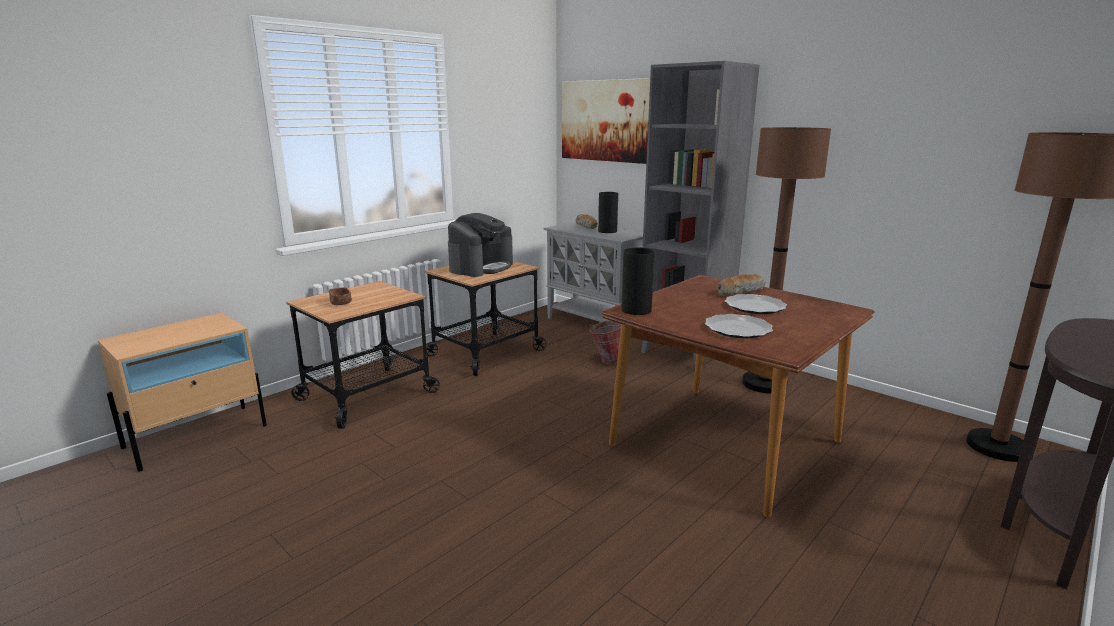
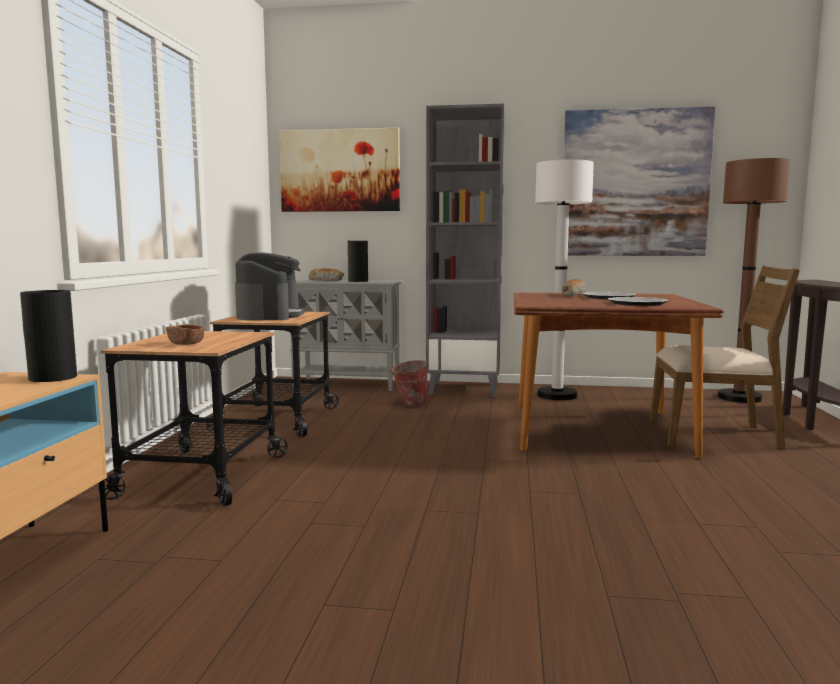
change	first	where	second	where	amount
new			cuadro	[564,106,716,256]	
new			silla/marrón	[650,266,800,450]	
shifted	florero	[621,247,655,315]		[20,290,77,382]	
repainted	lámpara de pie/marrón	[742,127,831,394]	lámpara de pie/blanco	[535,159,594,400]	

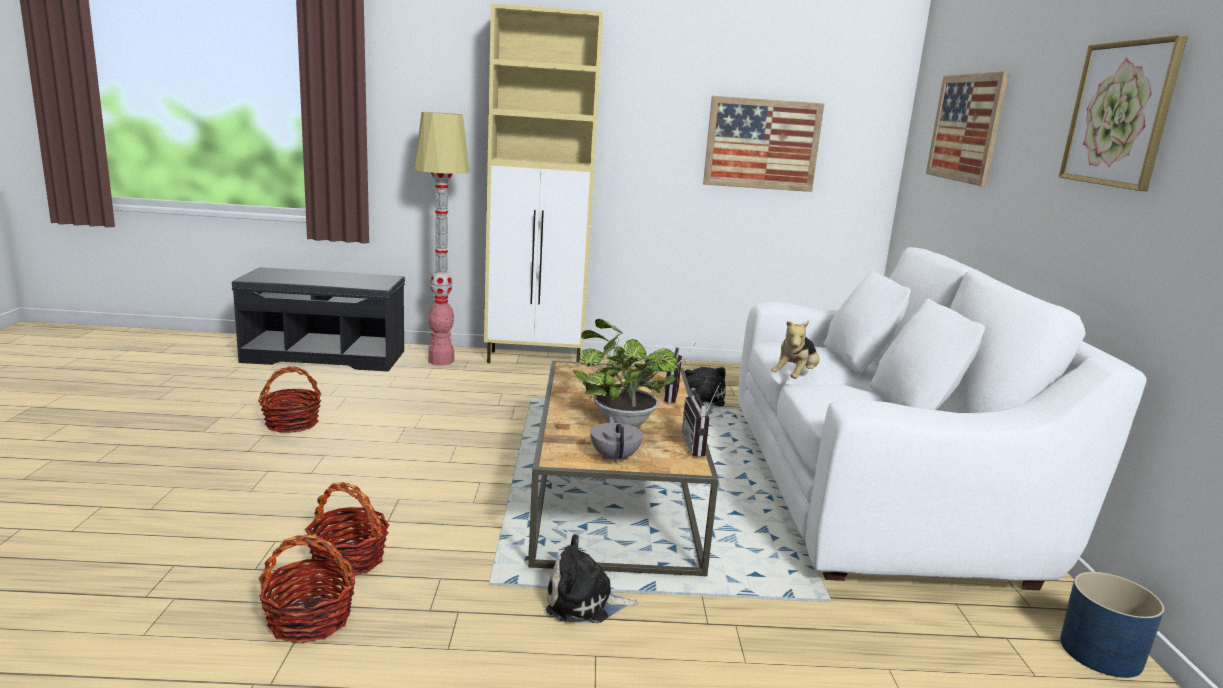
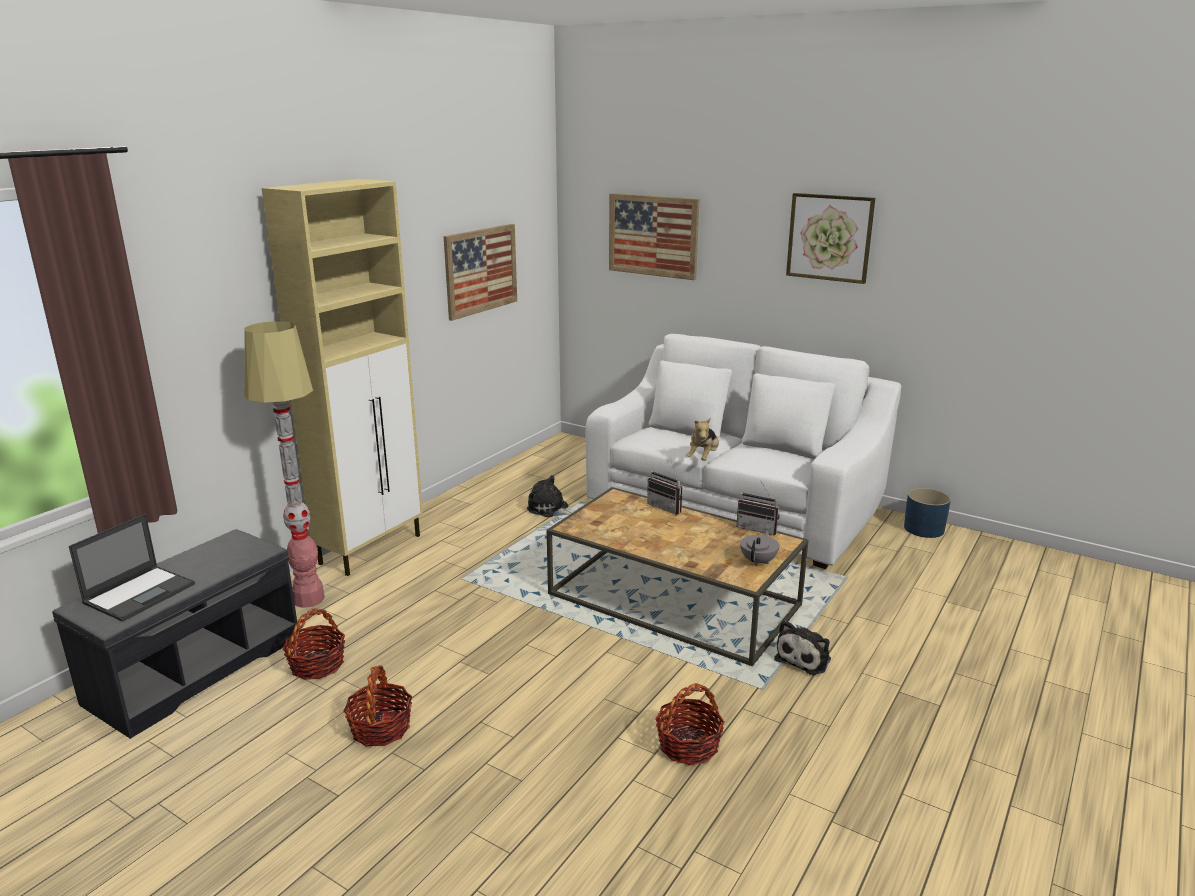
change	first	where	second	where	amount
gone	planta en maceta	[573,319,677,427]			
new			portátil	[69,514,195,622]	
shifted	cesta	[258,535,355,644]		[282,608,345,680]	
rotated	tetera/gris	[590,417,643,464]		[740,531,779,566]	90 degrees clockwise
rotated	peluche	[771,320,819,379]		[686,418,719,461]	45 degrees clockwise

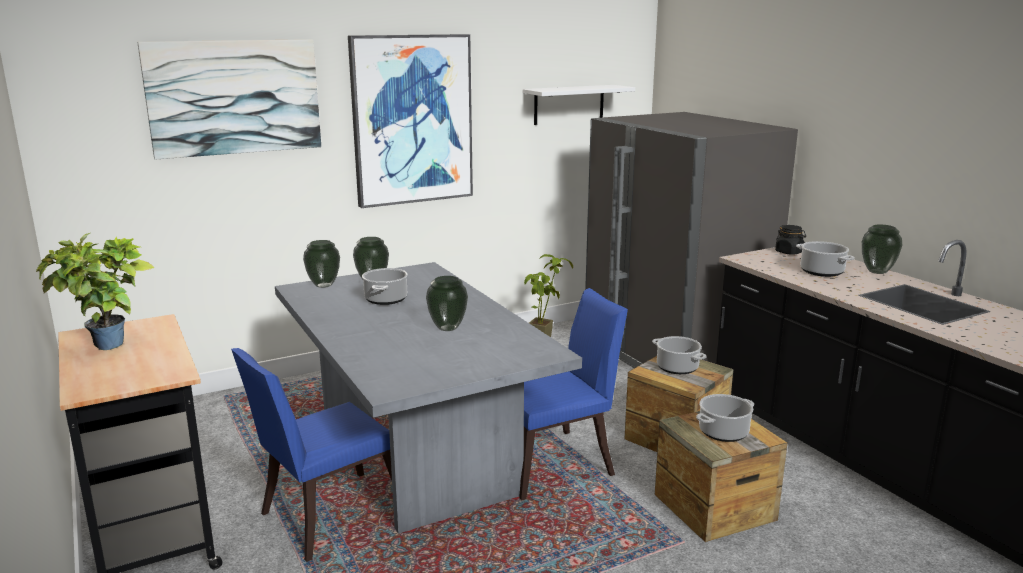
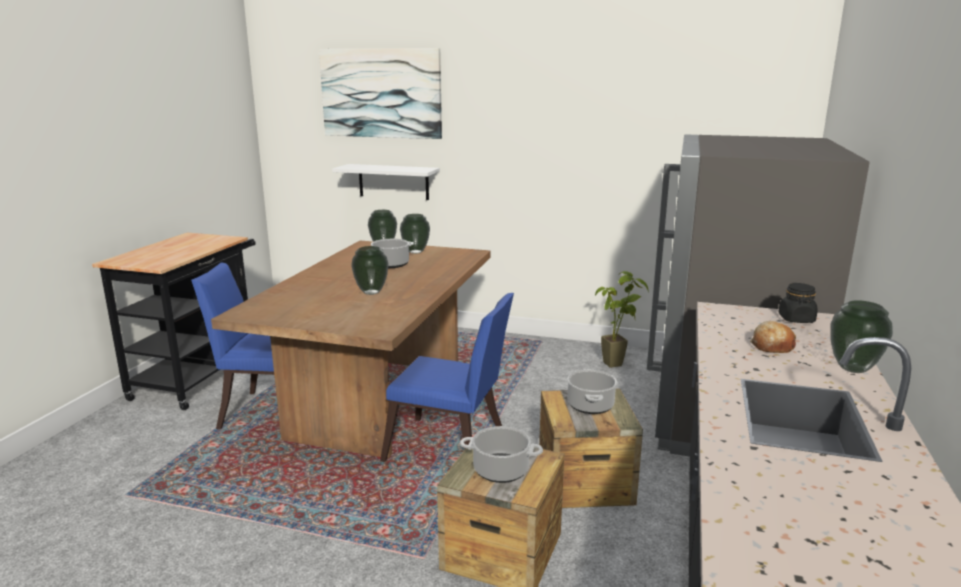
change	first	where	second	where	amount
gone	planta en maceta	[36,233,155,350]			
gone	cuadro	[348,34,473,208]			
shifted	estante/blanco	[523,85,635,125]		[332,164,440,200]	
swapped	olla	[796,241,855,277]	pan	[750,321,796,353]	
repainted	mesa de comedor/gris	[275,262,582,533]	mesa de comedor/marrón	[211,241,490,458]	

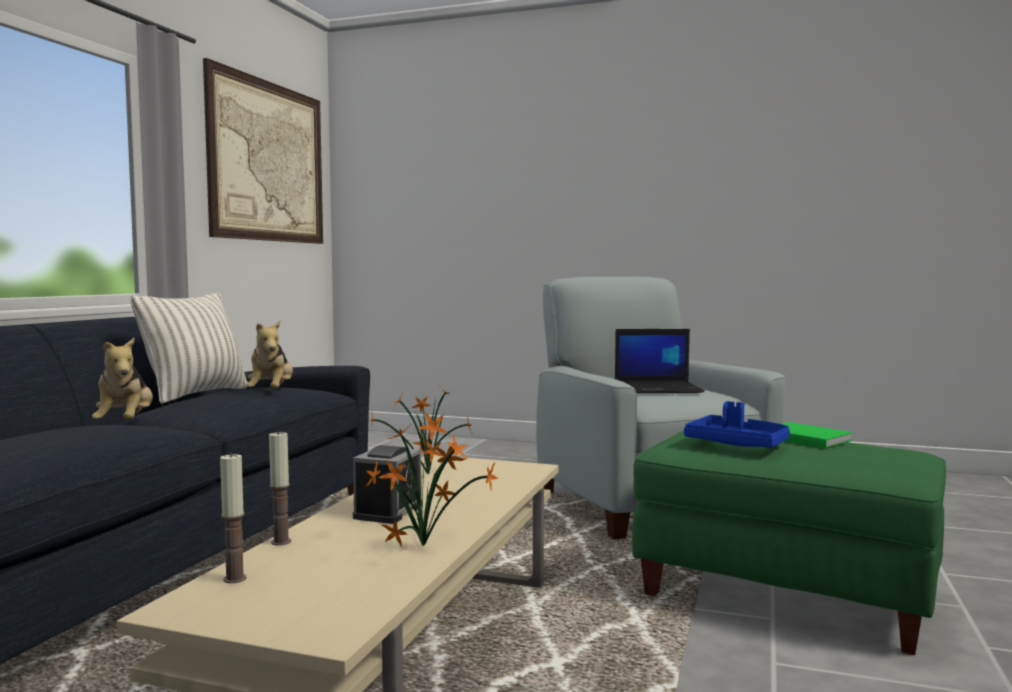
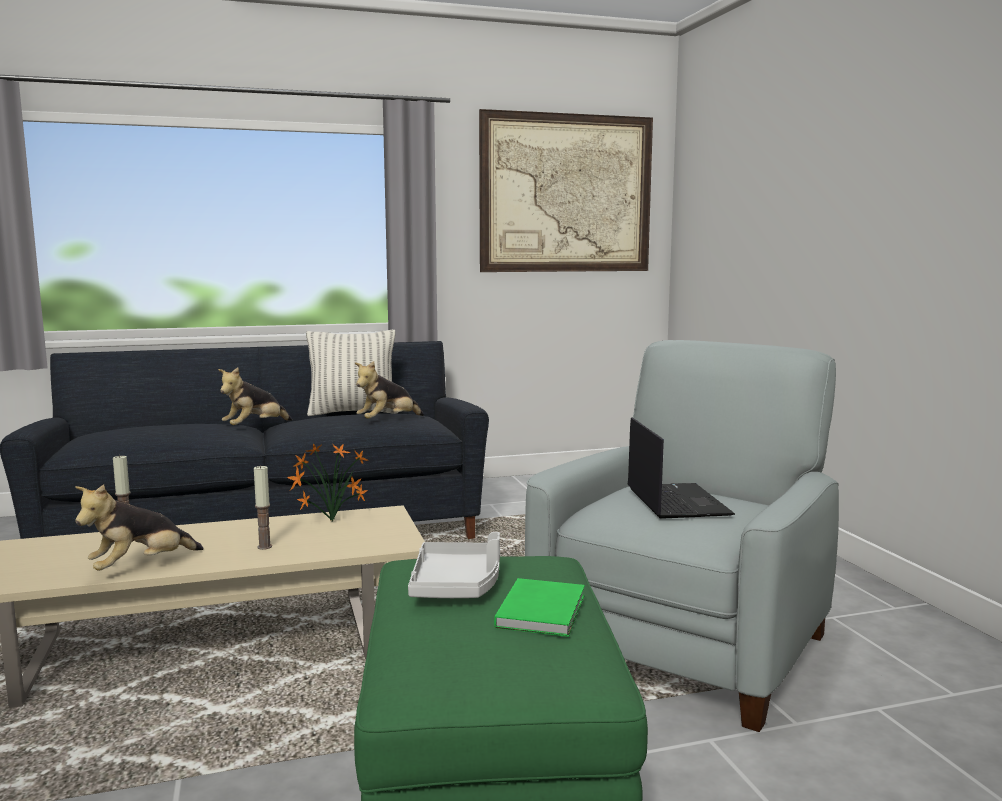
change	first	where	second	where	amount
gone	despertador	[353,445,422,524]			
shifted	vela	[220,453,246,584]		[254,465,272,550]	
swapped	planta en maceta	[365,425,498,548]	peluche	[75,485,204,571]	
repainted	bandeja/azul	[684,401,790,448]	bandeja/gris	[408,532,500,598]	
rotated	portátil	[615,329,704,393]		[628,417,735,519]	150 degrees counterclockwise

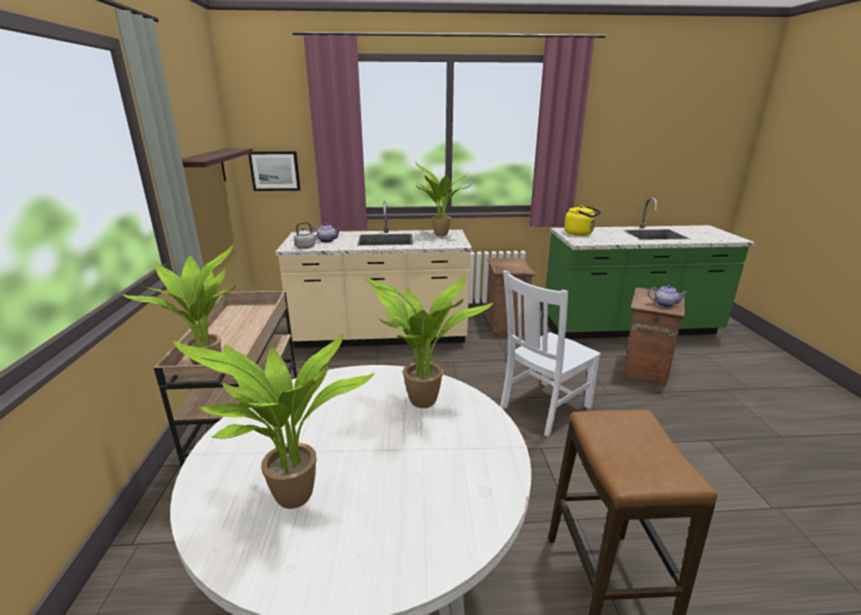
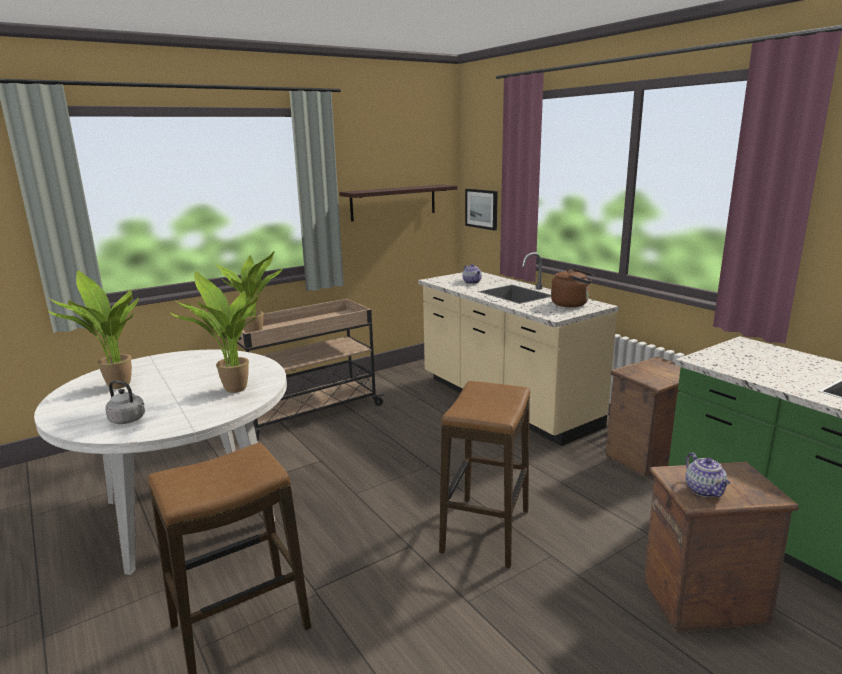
change	first	where	second	where	amount
gone	hervidor/amarillo	[564,206,601,236]			
shifted	hervidor/gris	[294,222,320,249]		[105,380,145,424]	
swapped	planta en maceta	[415,162,471,236]	hervidor/marrón	[551,269,593,307]	
swapped	silla/blanco	[500,270,601,437]	taburete	[439,381,530,568]	

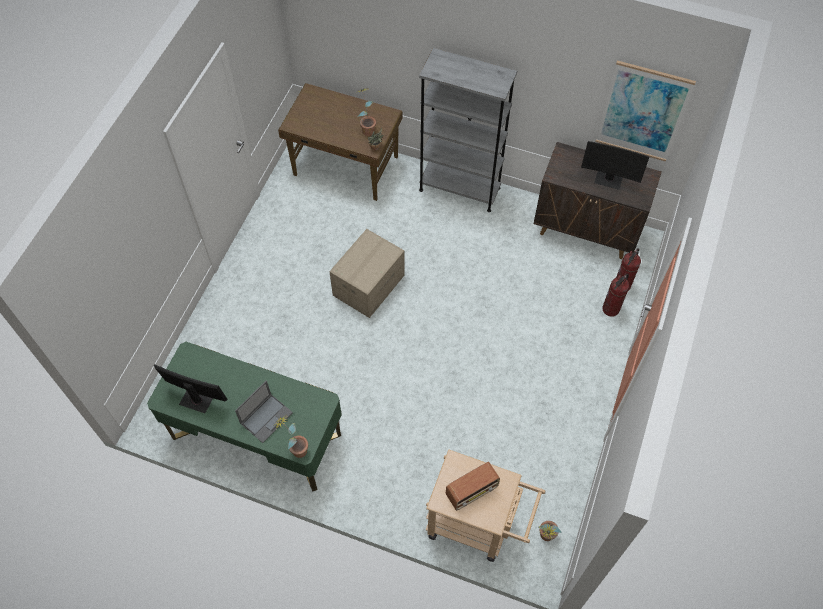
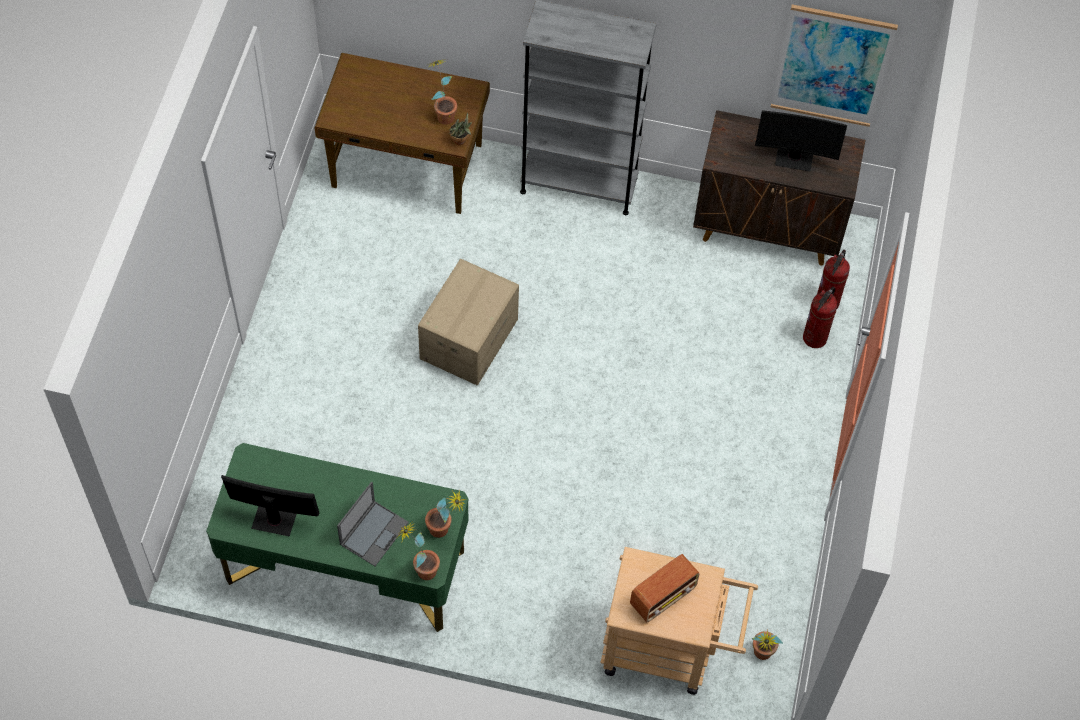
change	first	where	second	where	amount
new			planta en maceta	[425,489,466,538]	

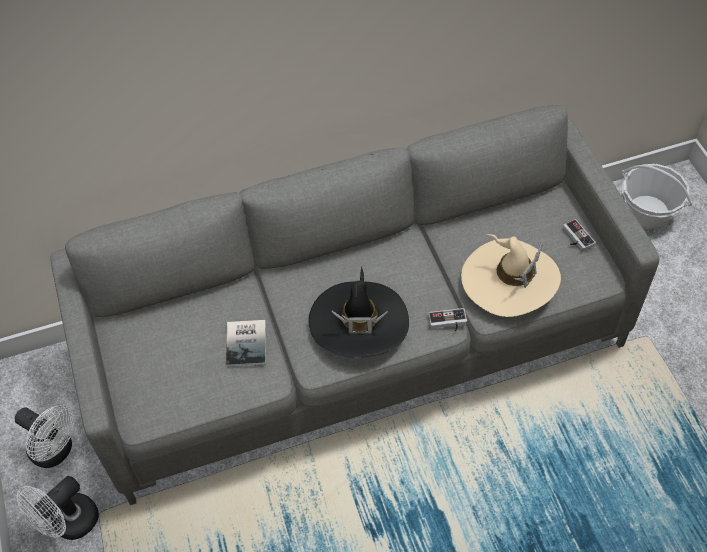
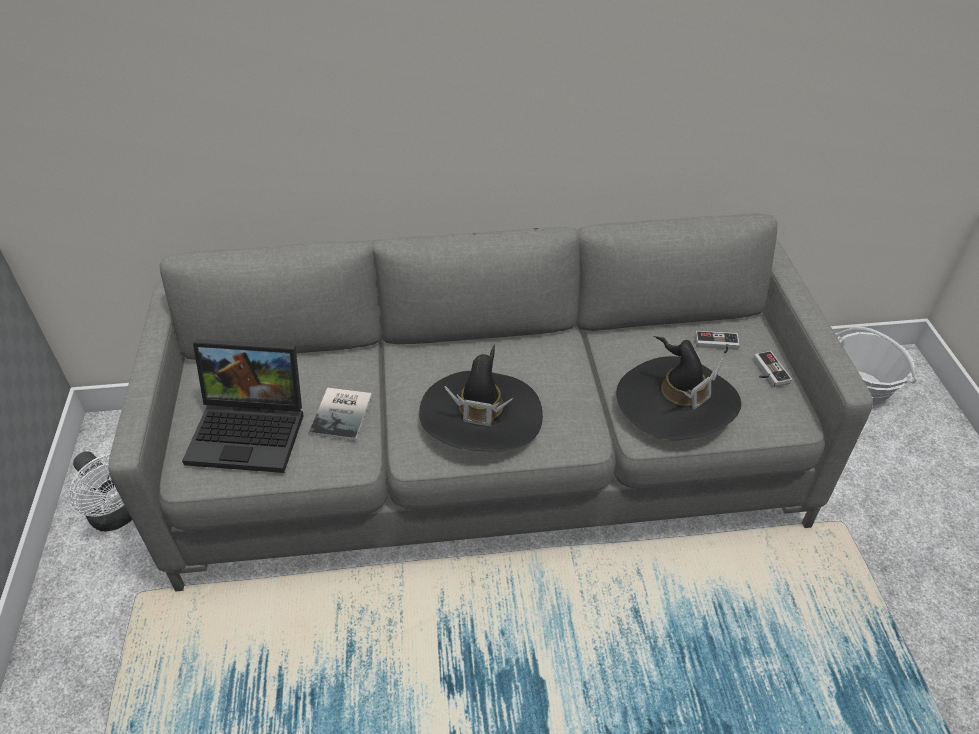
change	first	where	second	where	amount
gone	ventilador/blanco	[17,476,99,540]			
new			portátil	[182,339,304,473]	
shifted	mando de consola	[428,308,467,331]		[695,331,740,353]	
repainted	sombrero/beis	[461,234,561,317]	sombrero/negro	[616,336,741,441]	

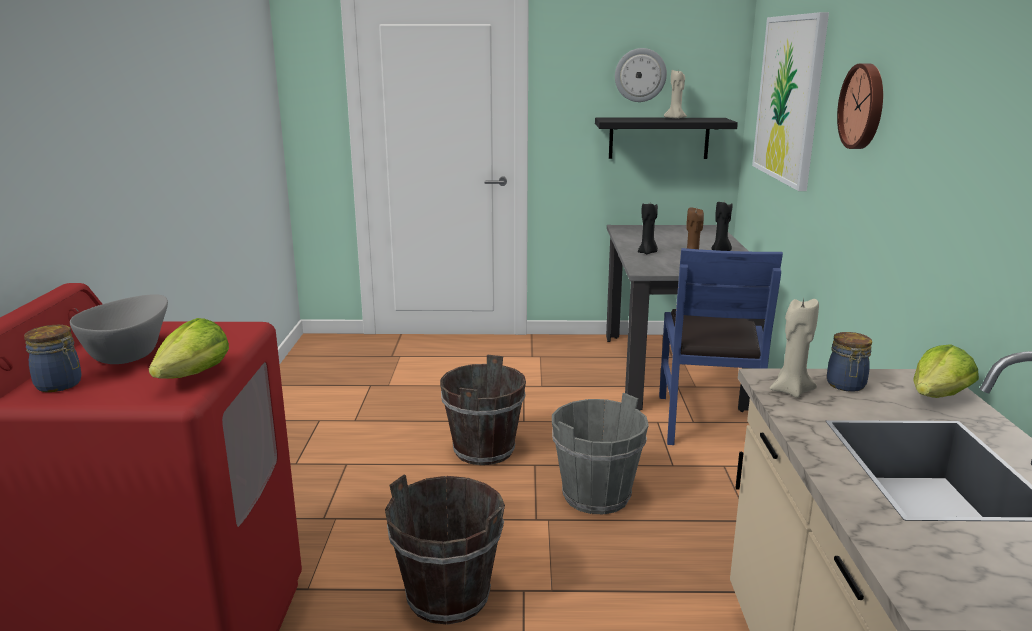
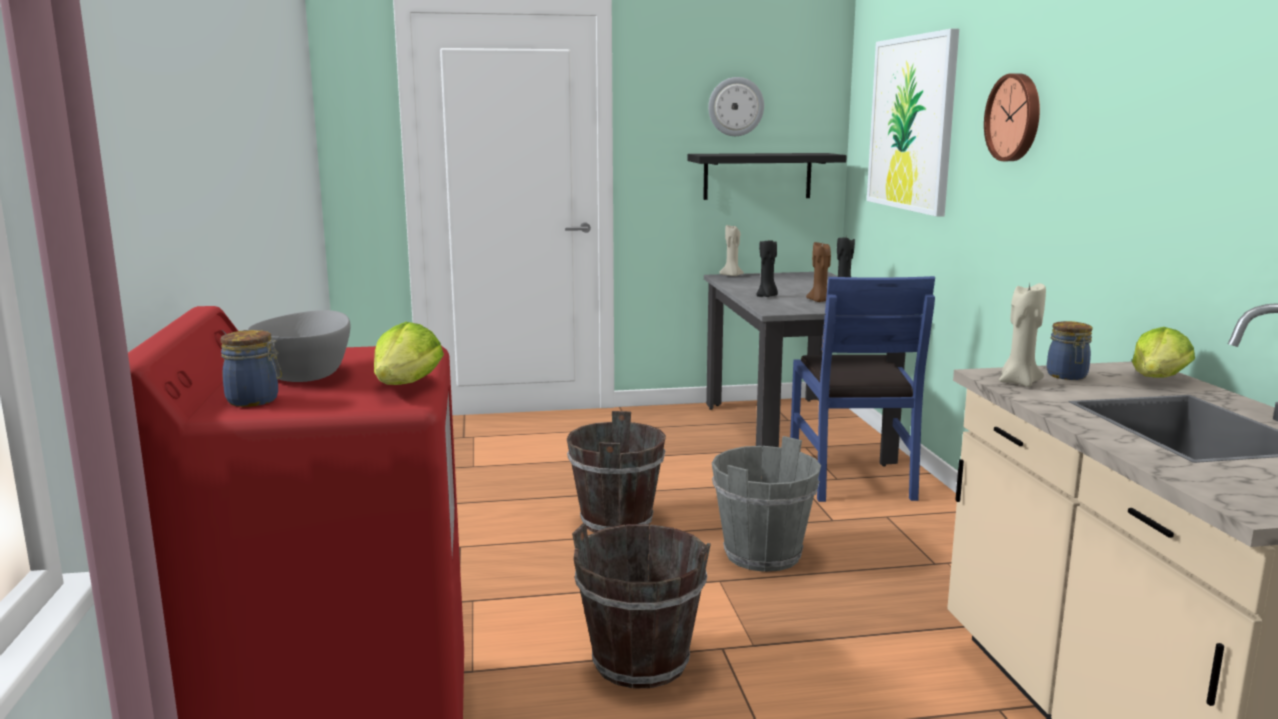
change	first	where	second	where	amount
shifted	vela/beis	[664,70,687,119]		[719,225,744,276]	

